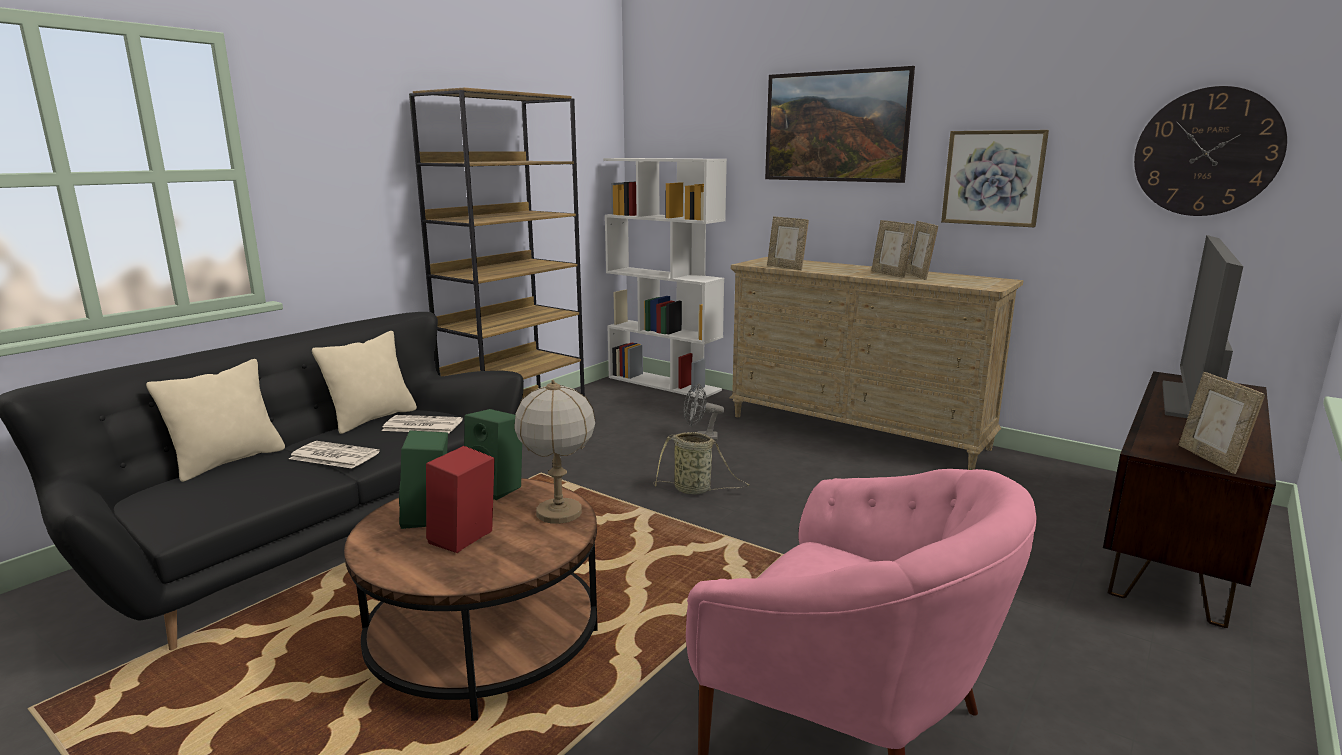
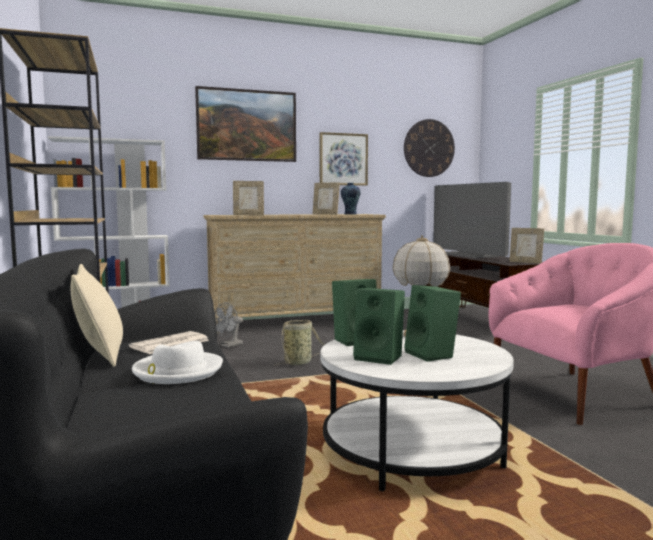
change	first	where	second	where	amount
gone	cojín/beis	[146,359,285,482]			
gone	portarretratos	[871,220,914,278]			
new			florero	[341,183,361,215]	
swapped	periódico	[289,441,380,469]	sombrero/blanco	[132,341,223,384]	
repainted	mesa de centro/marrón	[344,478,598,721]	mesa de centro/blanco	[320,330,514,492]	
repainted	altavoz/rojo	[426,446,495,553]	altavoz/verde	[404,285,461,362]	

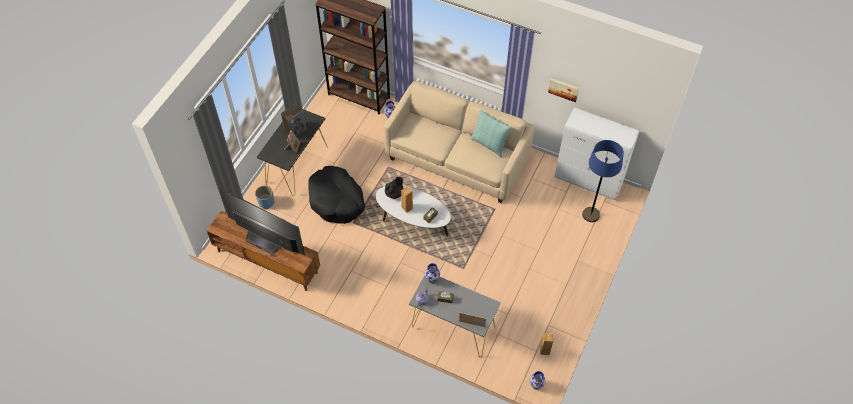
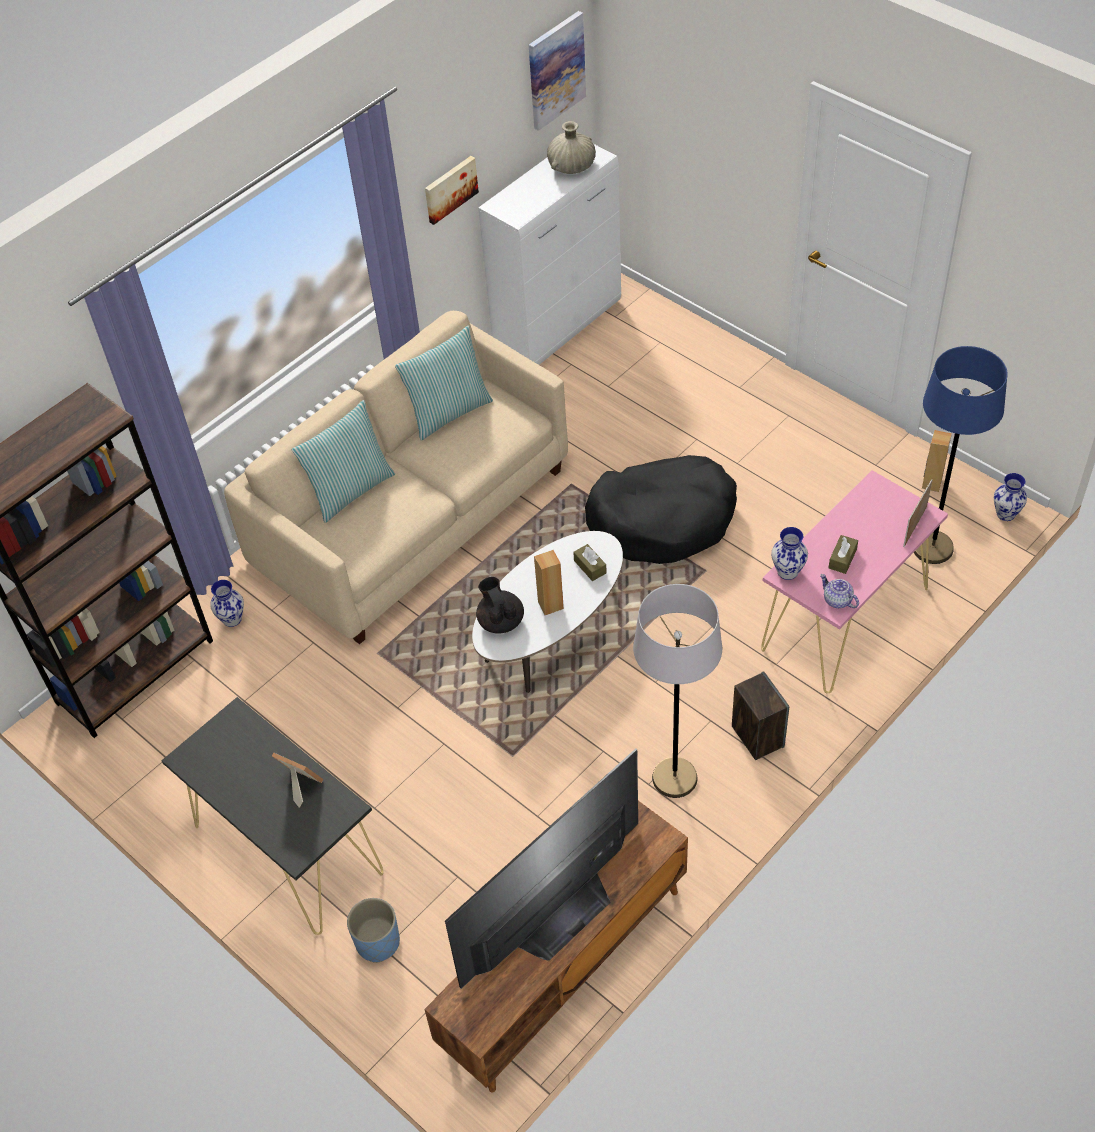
change	first	where	second	where	amount
new			cojín	[292,400,395,523]	
new			cuadro	[529,11,586,131]	
new			florero/beis	[547,121,596,174]	
new			lámpara de pie/gris	[633,584,722,798]	
shifted	altavoz	[281,104,307,137]		[732,671,789,760]	
shifted	cama para perro/negro	[308,166,365,224]		[585,455,737,564]	
shifted	lámpara de pie/azul	[582,140,624,222]		[914,346,1008,564]	
repainted	mesa consola/gris	[409,276,501,357]	mesa consola/rosa	[761,470,948,693]	

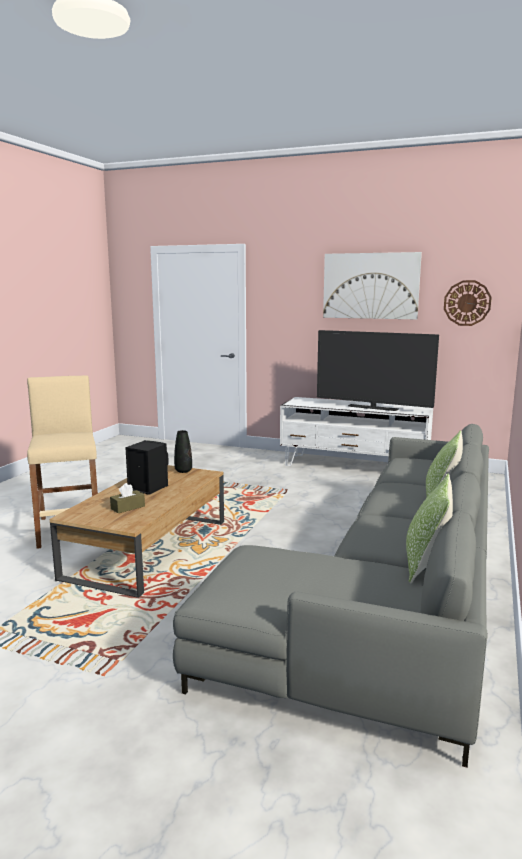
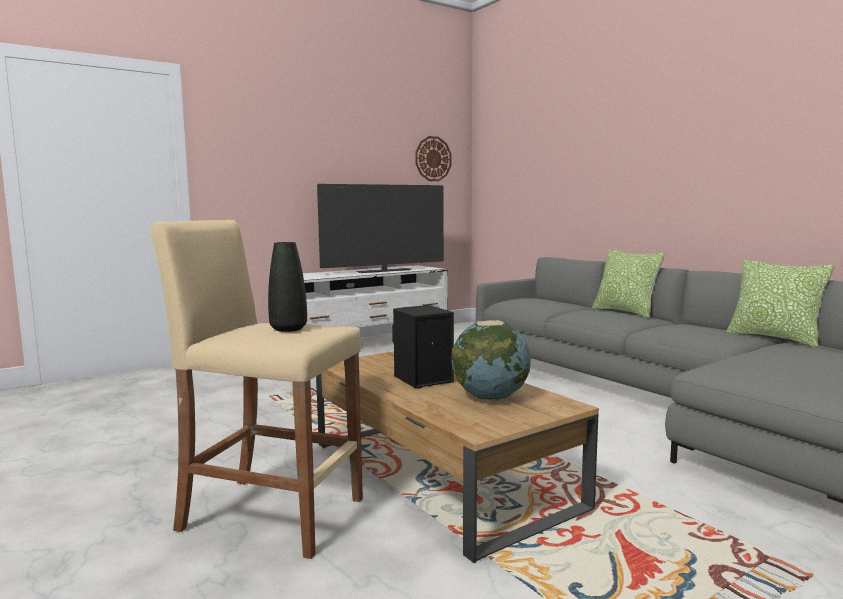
change	first	where	second	where	amount
gone	cuadro	[323,252,422,319]			
shifted	florero/negro	[174,430,192,473]		[268,242,307,332]	
swapped	caja de pañuelos/marrón	[110,483,145,513]	globo terráqueo	[451,320,531,401]	

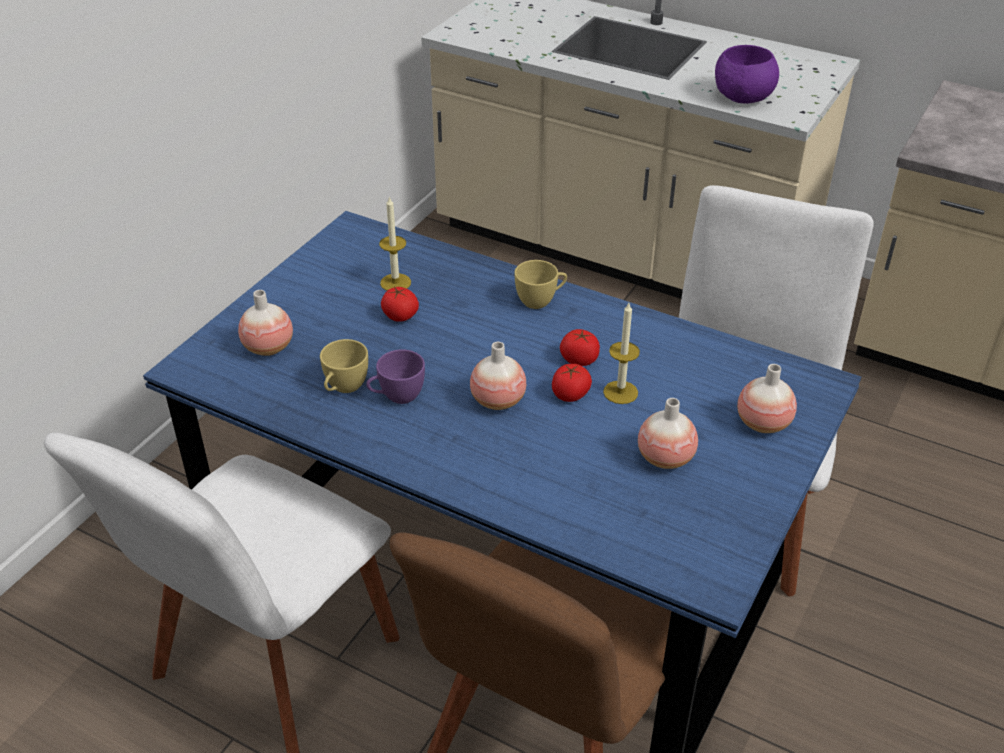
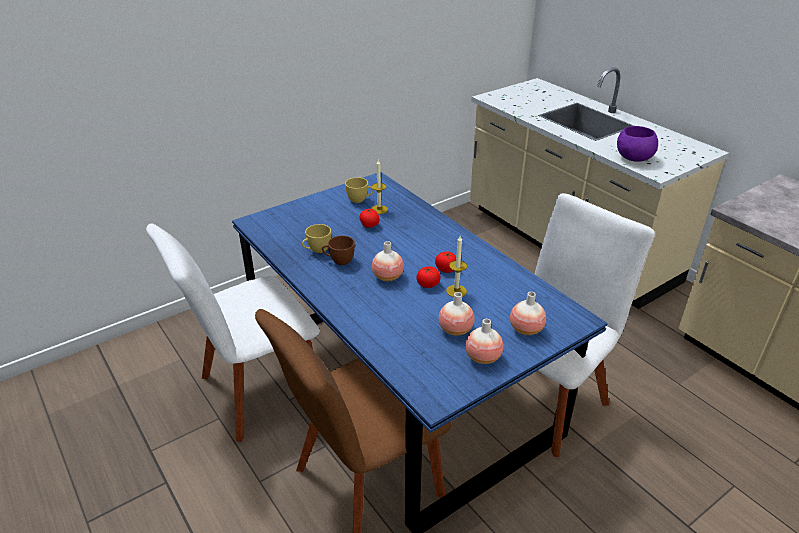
change	first	where	second	where	amount
shifted	florero	[238,290,293,356]		[465,319,503,364]	
shifted	taza/amarillo	[514,260,567,309]		[345,177,374,203]	
repainted	taza/morado	[366,349,425,404]	taza/marrón	[322,236,355,265]	

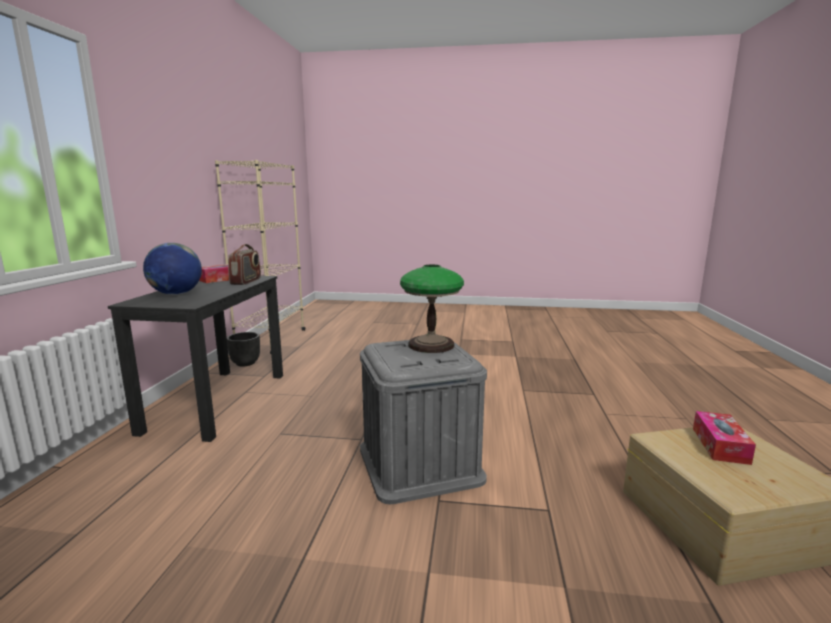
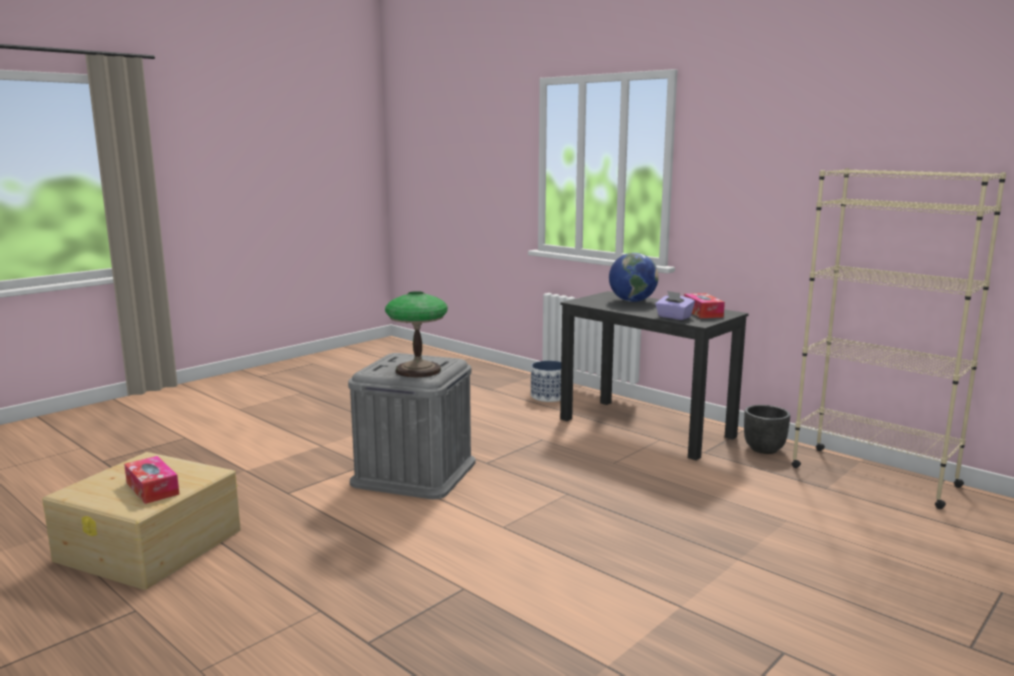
change	first	where	second	where	amount
new			maceta	[531,361,561,402]	
swapped	radio	[228,244,261,285]	caja de pañuelos/morado	[655,291,695,320]	

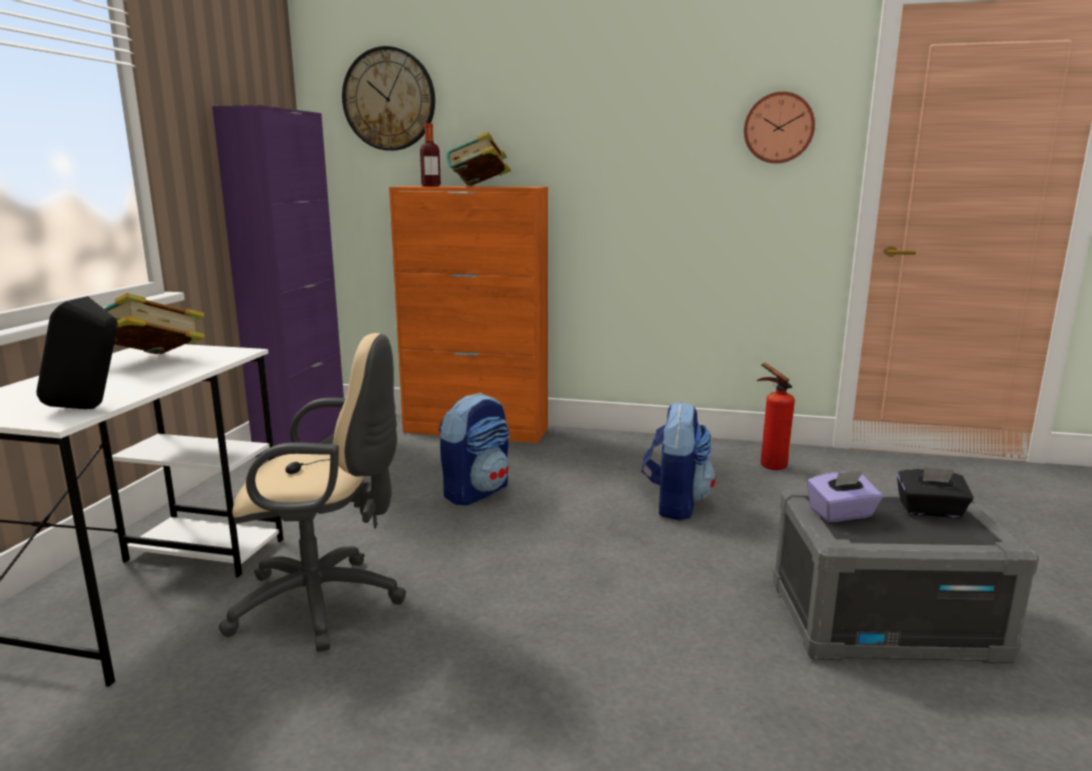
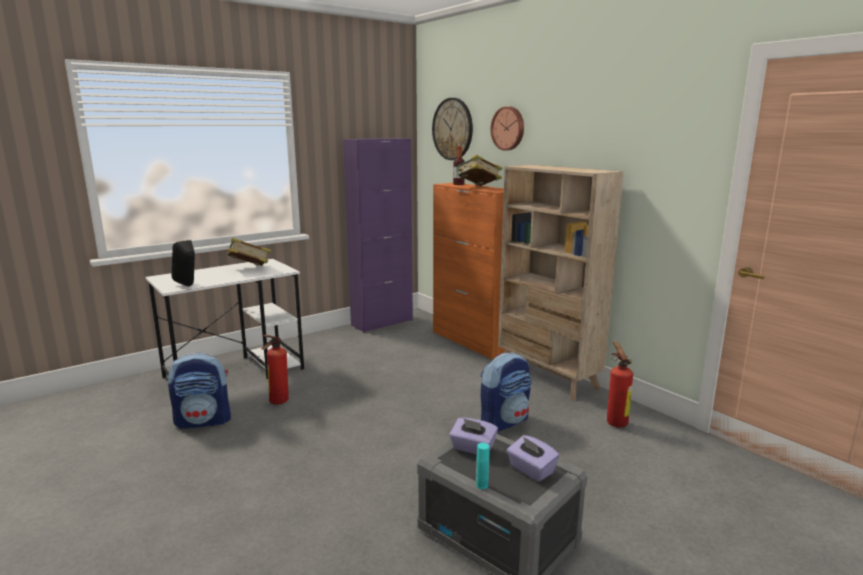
change	first	where	second	where	amount
new			botella/turquesa	[476,443,489,489]	
new			estantería/beis	[498,165,624,401]	
shifted	mochila	[439,393,510,505]		[168,352,231,428]	
shifted	reloj de pared	[744,91,815,163]		[490,106,524,150]	
swapped	silla de oficina/beis	[219,333,406,652]	extintor	[262,334,289,405]	
repainted	caja de pañuelos/negro	[897,467,973,518]	caja de pañuelos/morado	[507,435,560,482]	

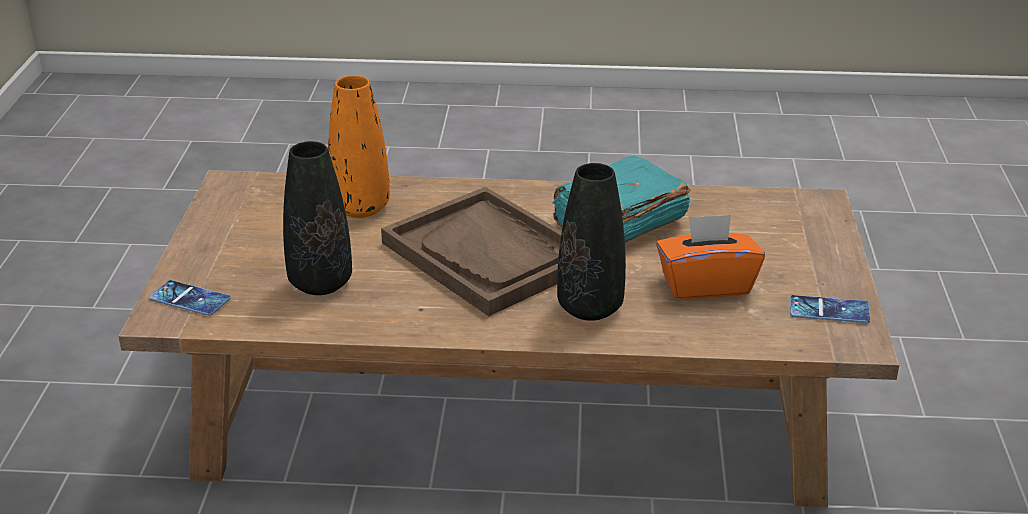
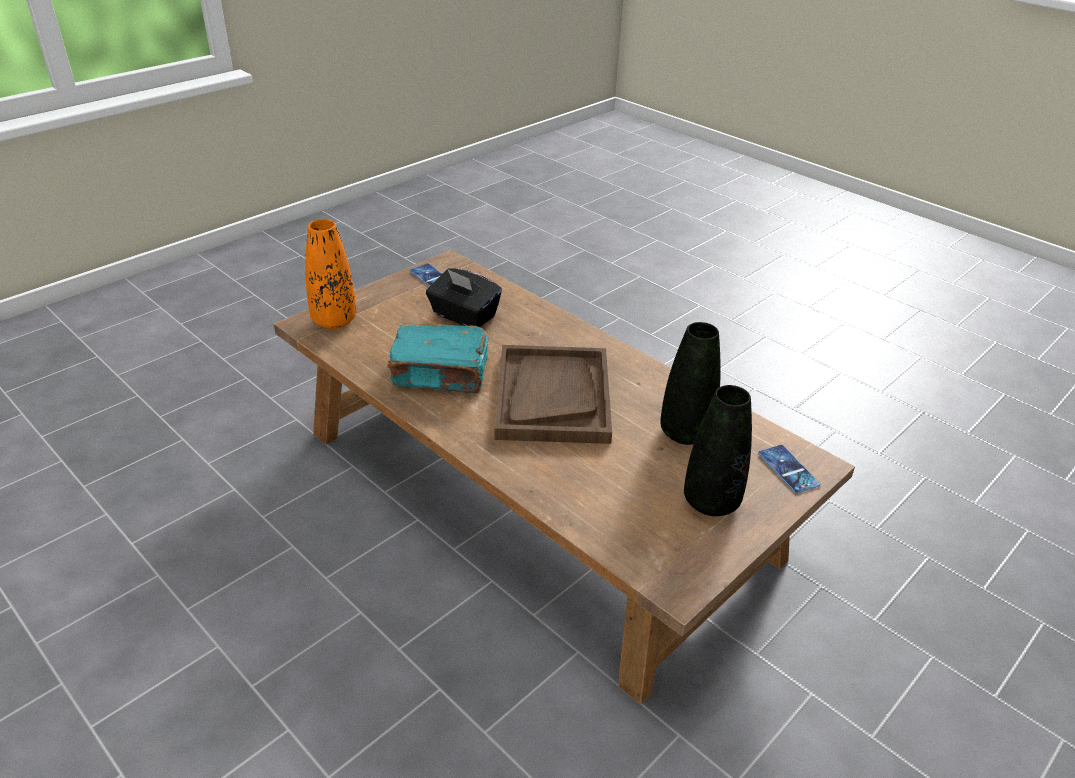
change	first	where	second	where	amount
shifted	florero/naranja	[328,75,390,218]		[306,219,356,329]	
shifted	florero/negro	[557,163,626,321]		[684,385,752,516]	
repainted	caja de pañuelos/naranja	[656,214,765,299]	caja de pañuelos/negro	[426,268,502,327]	

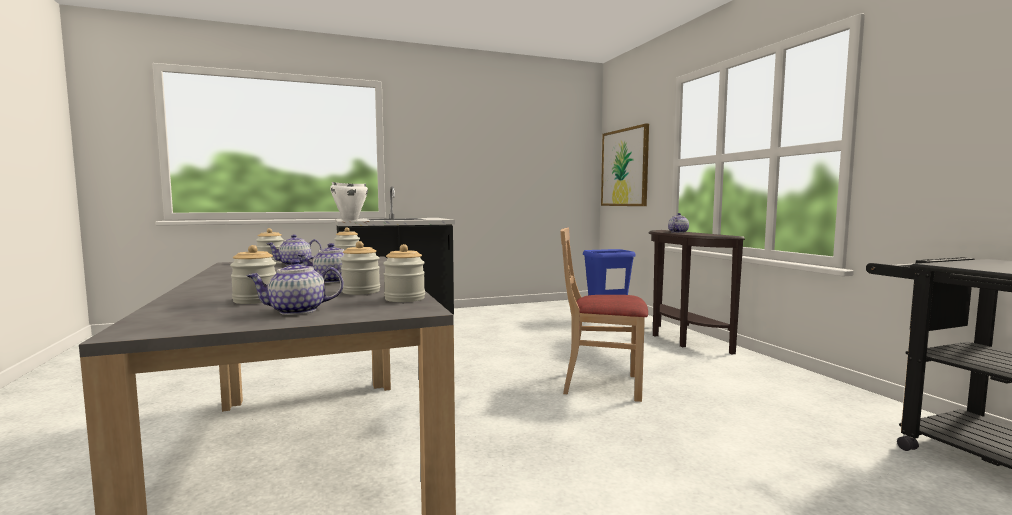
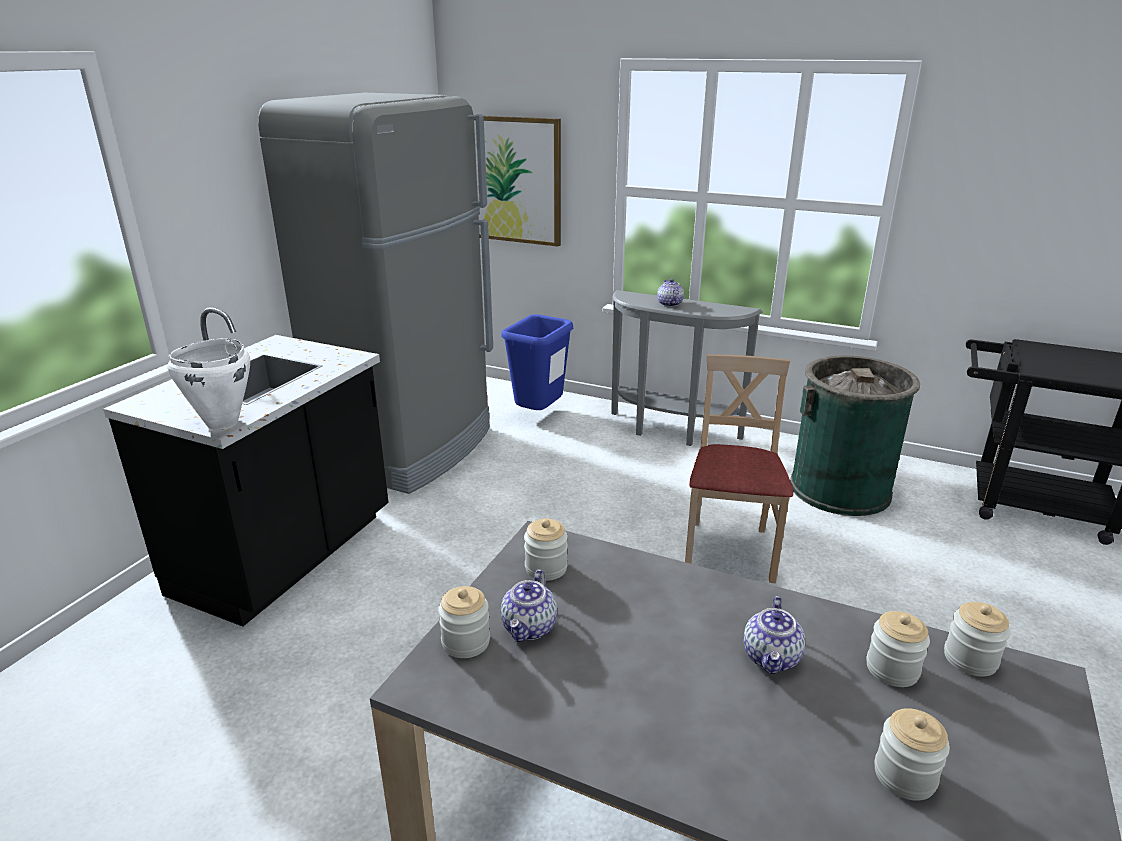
change	first	where	second	where	amount
gone	tetera	[246,259,343,315]			
new			nevera/gris	[258,93,493,494]	
new			papelera/verde	[790,355,920,516]	
repainted	mesa consola/marrón	[649,230,745,355]	mesa consola/gris	[611,290,763,446]	
rotated	silla/beis	[560,228,648,402]		[685,354,793,583]	135 degrees clockwise

